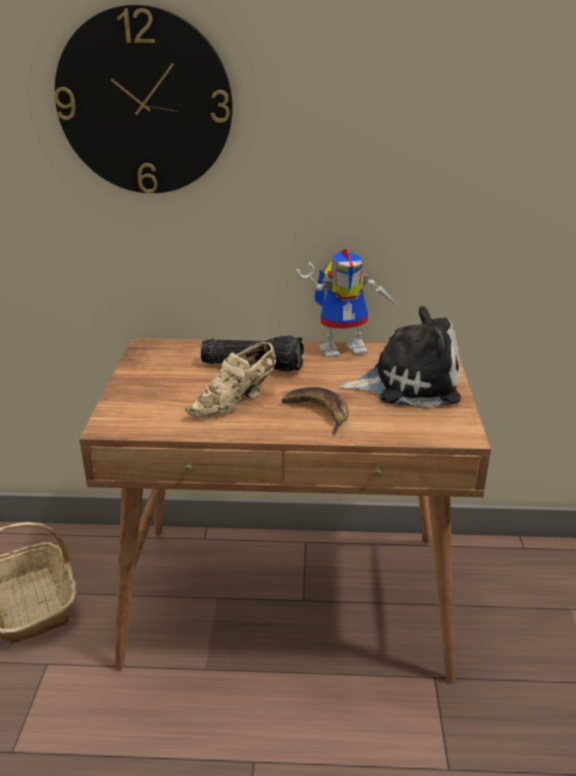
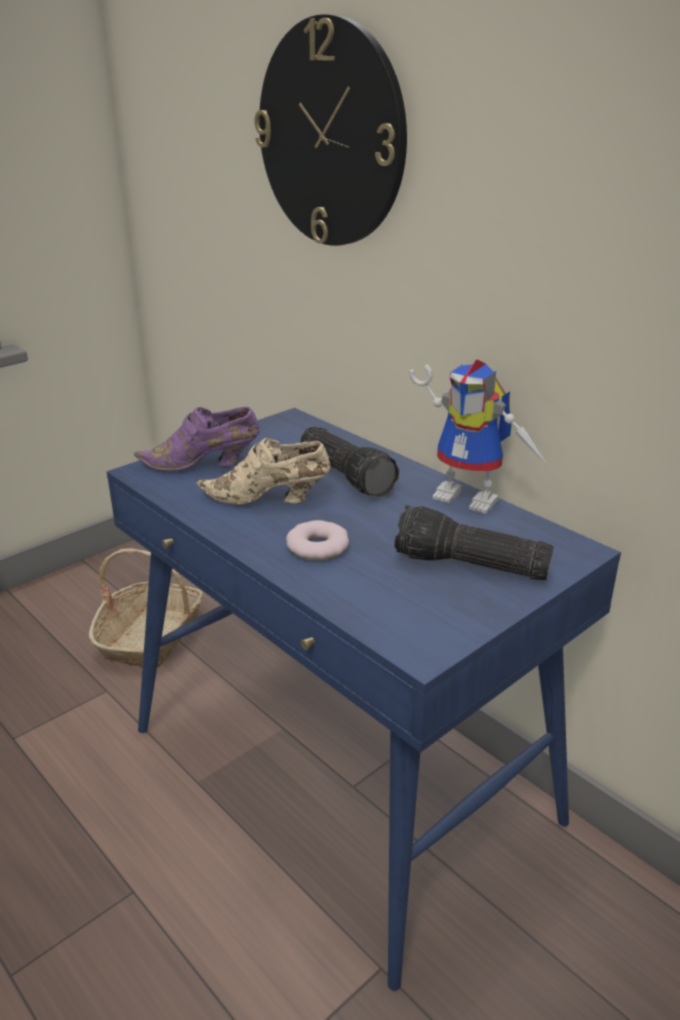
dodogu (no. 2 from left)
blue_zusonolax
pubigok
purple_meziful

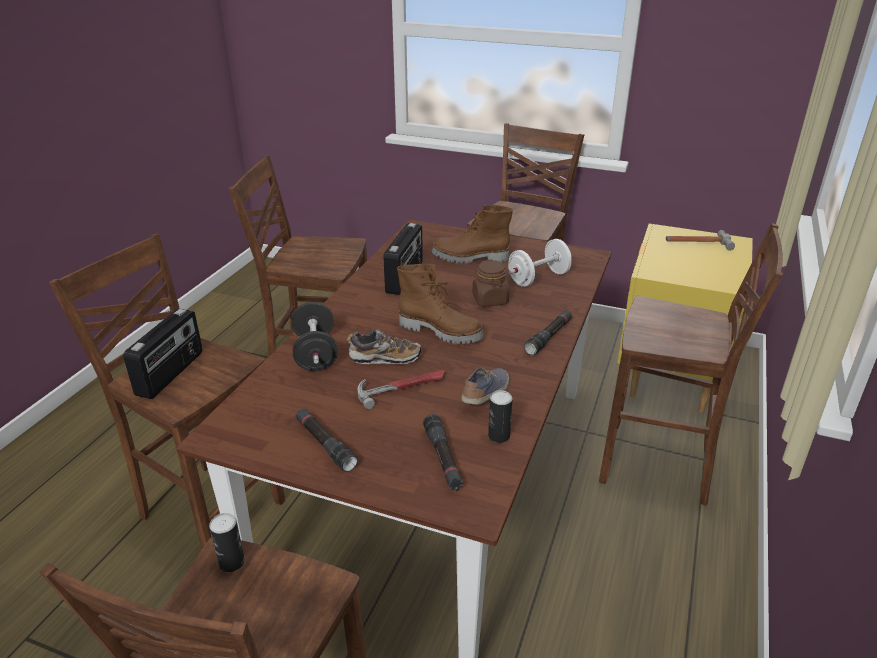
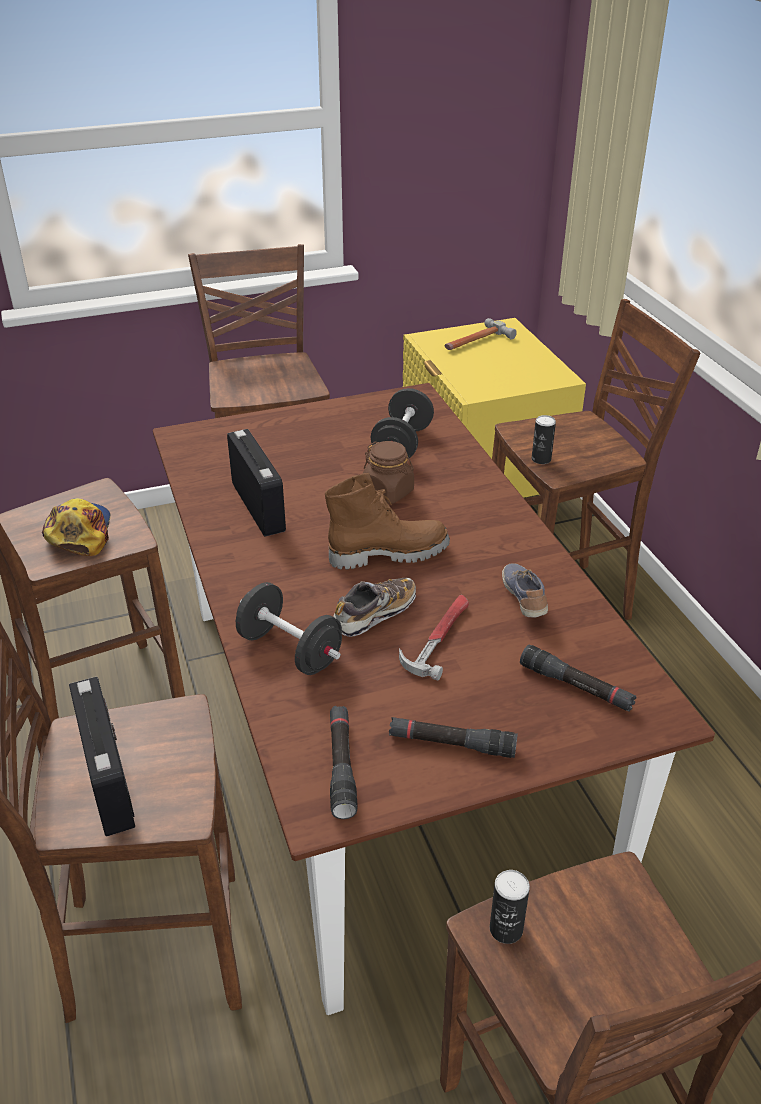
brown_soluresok (no. 2 from left in the first image)
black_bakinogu (no. 2 from left)
black_dodogu (no. 1 from left)
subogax (no. 2 from left)
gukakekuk

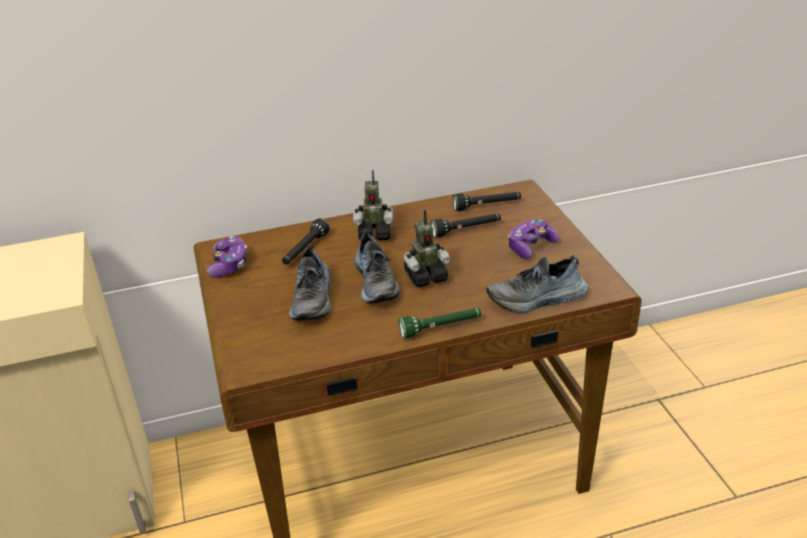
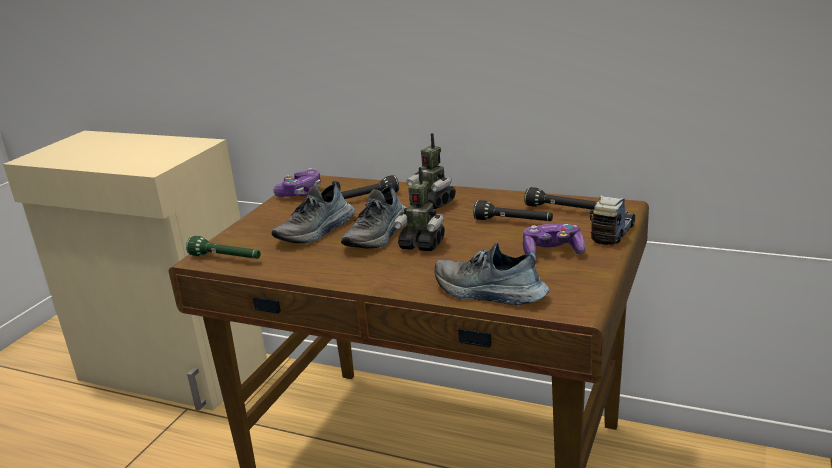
green_dodogu
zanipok

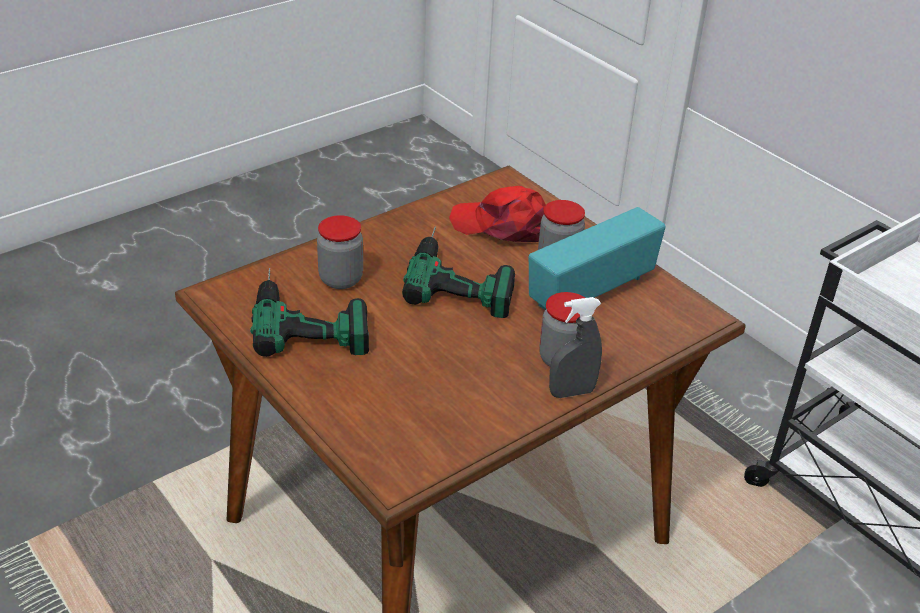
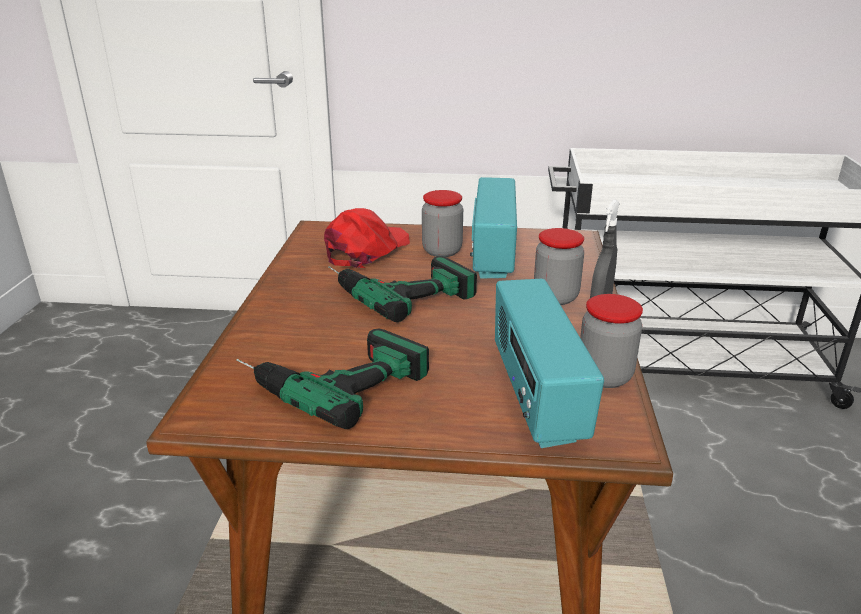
red_gukakekuk
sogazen (no. 3 from left)
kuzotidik (no. 2 from left)

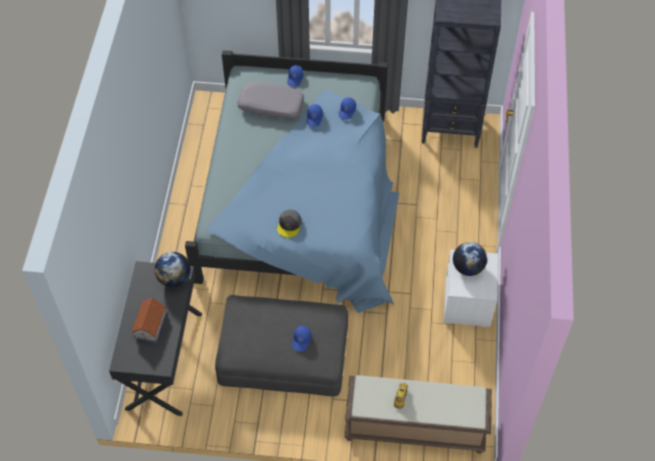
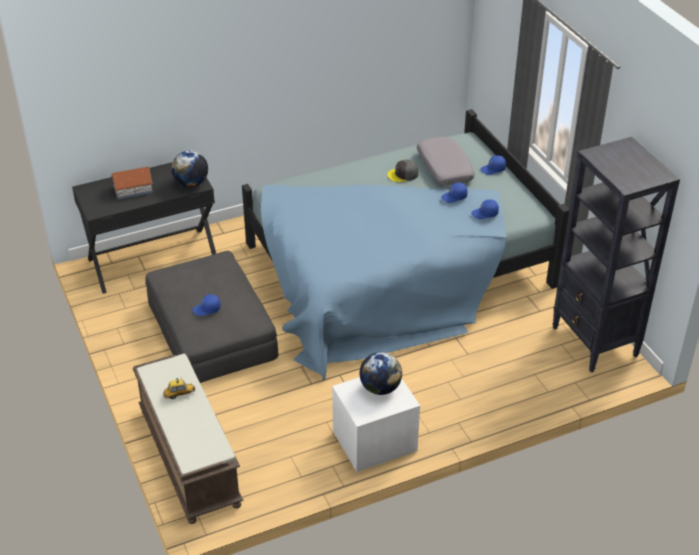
grey_gukakekuk

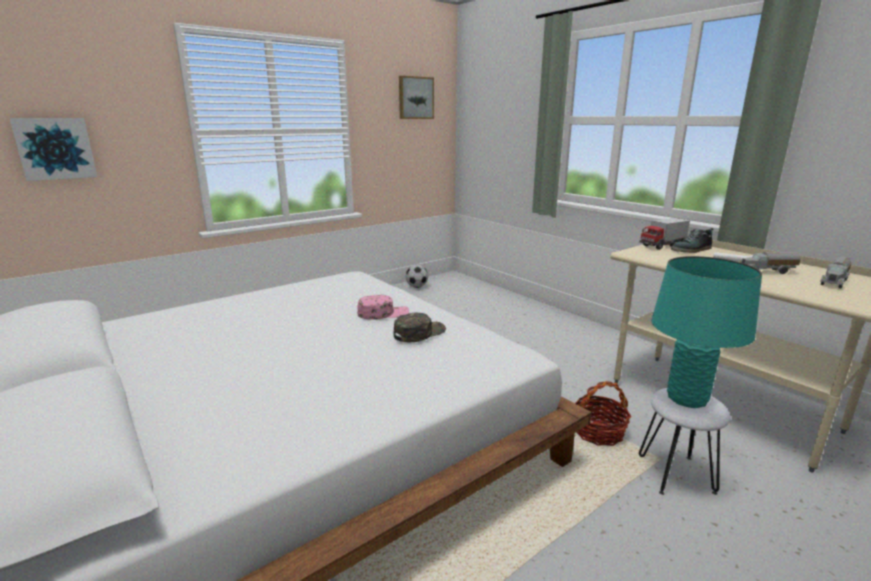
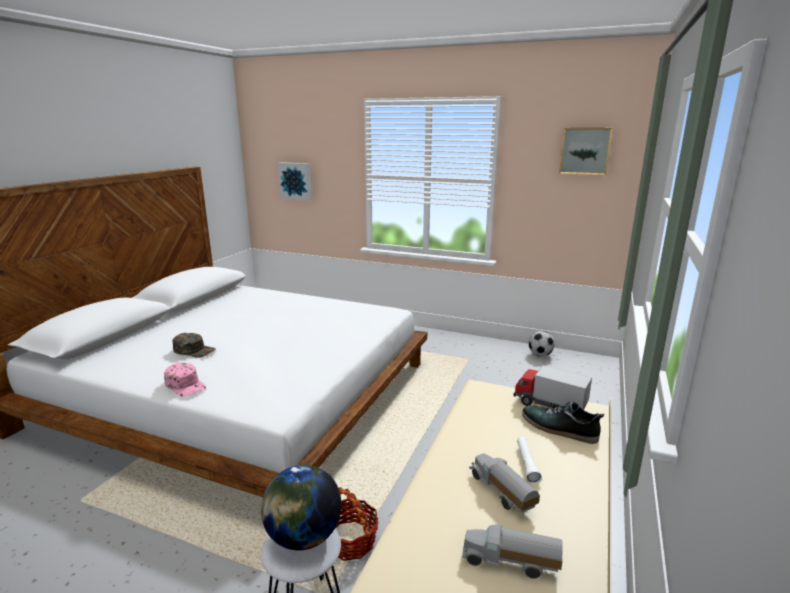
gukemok
pink_gukakekuk
green_gukakekuk

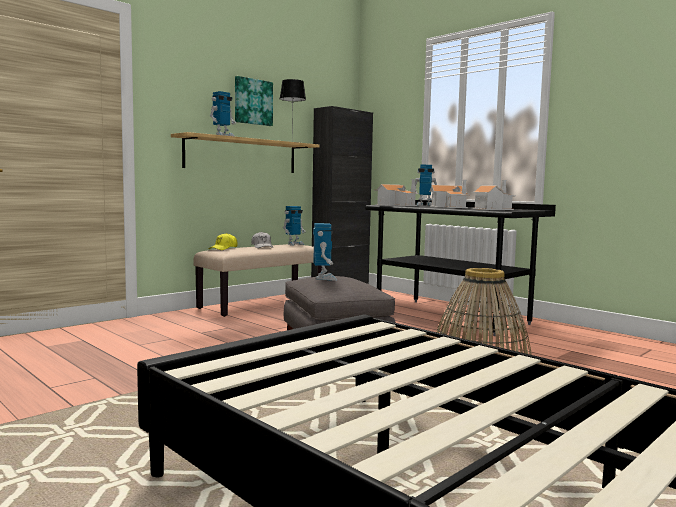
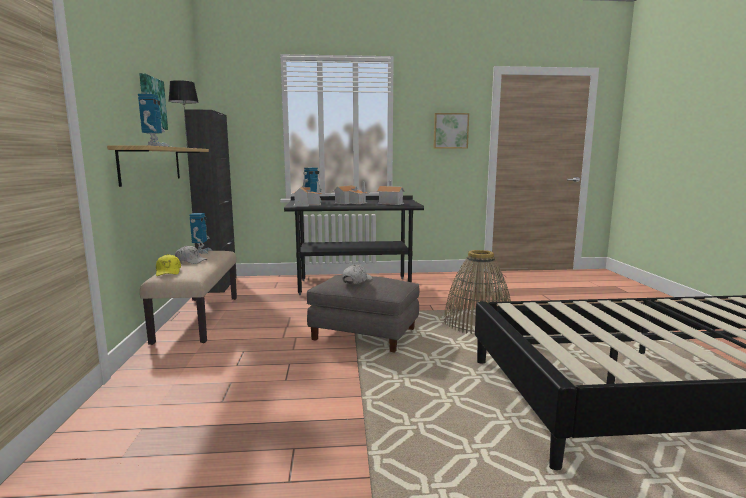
white_gukakekuk (no. 2 from left)
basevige (no. 2 from left)

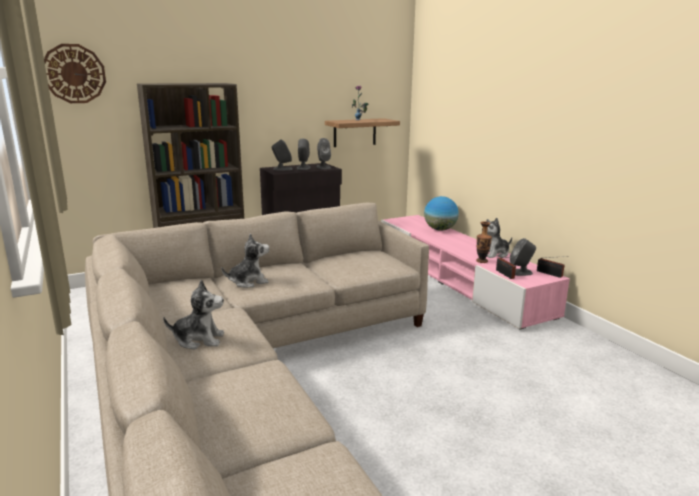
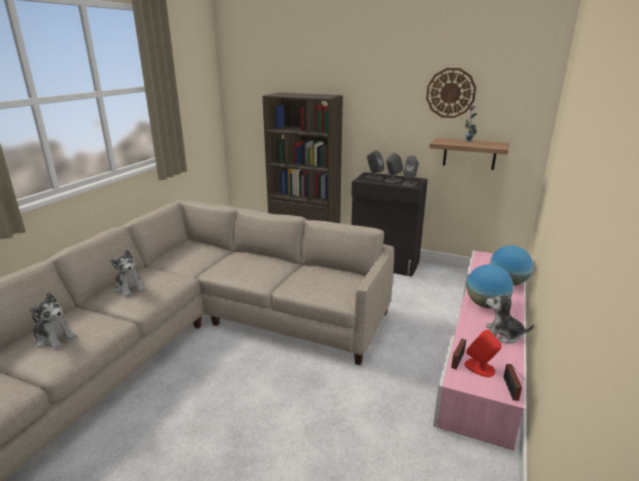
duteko
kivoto (no. 2 from left in the first image)
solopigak (no. 1 from left)
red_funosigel
gukemok (no. 1 from left)

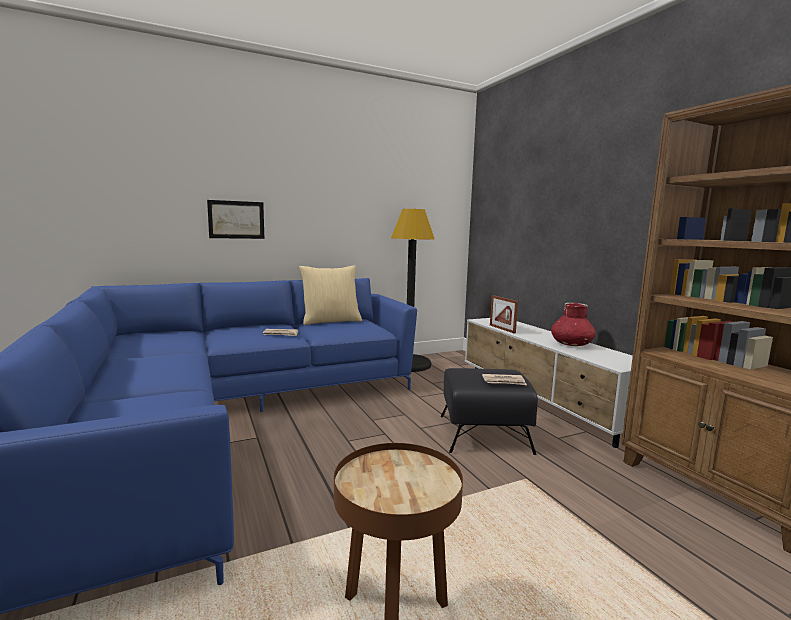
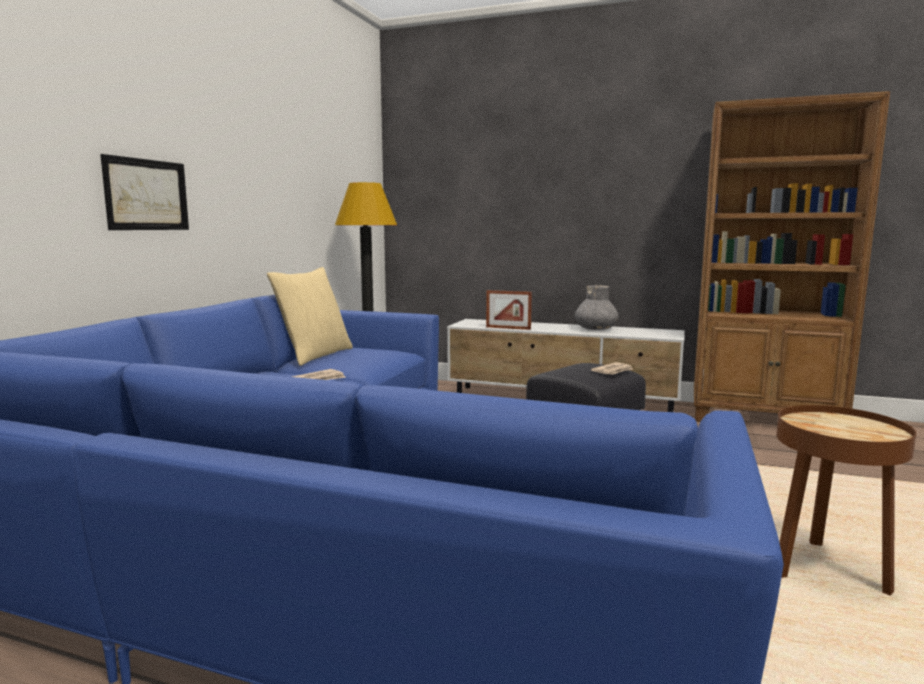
grey_kivoto

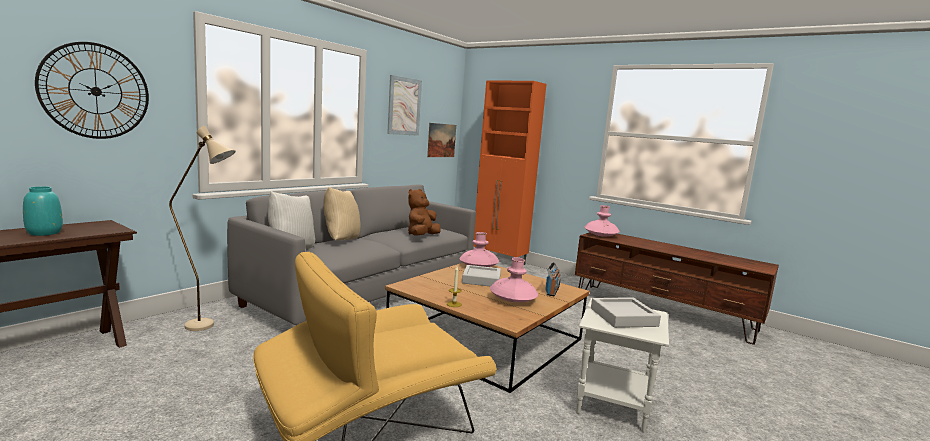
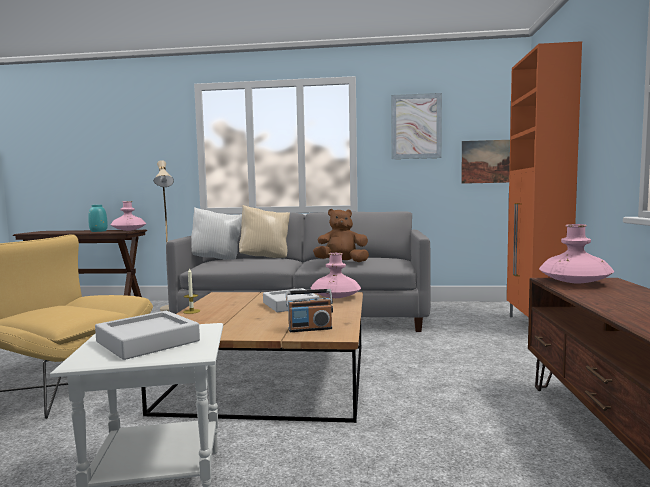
duteko
pink_kivoto (no. 1 from left)

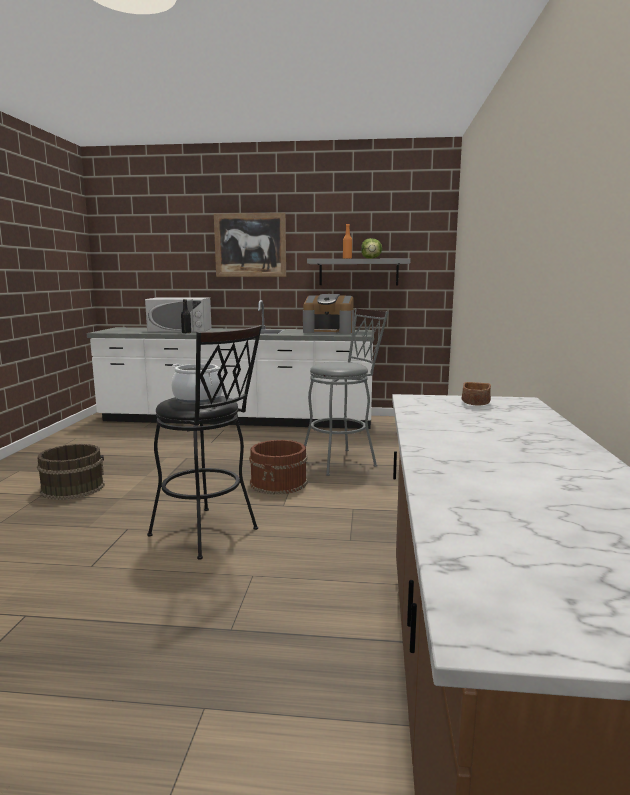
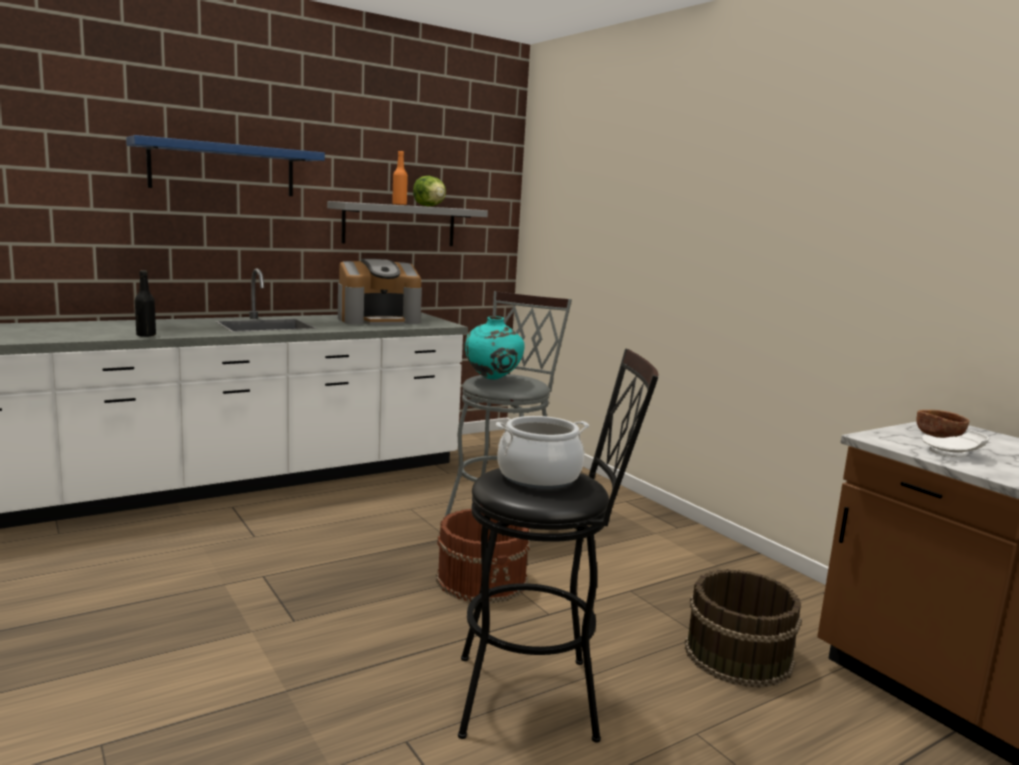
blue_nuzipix
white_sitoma
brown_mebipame (no. 2 from left)
turquoise_kivoto
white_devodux

